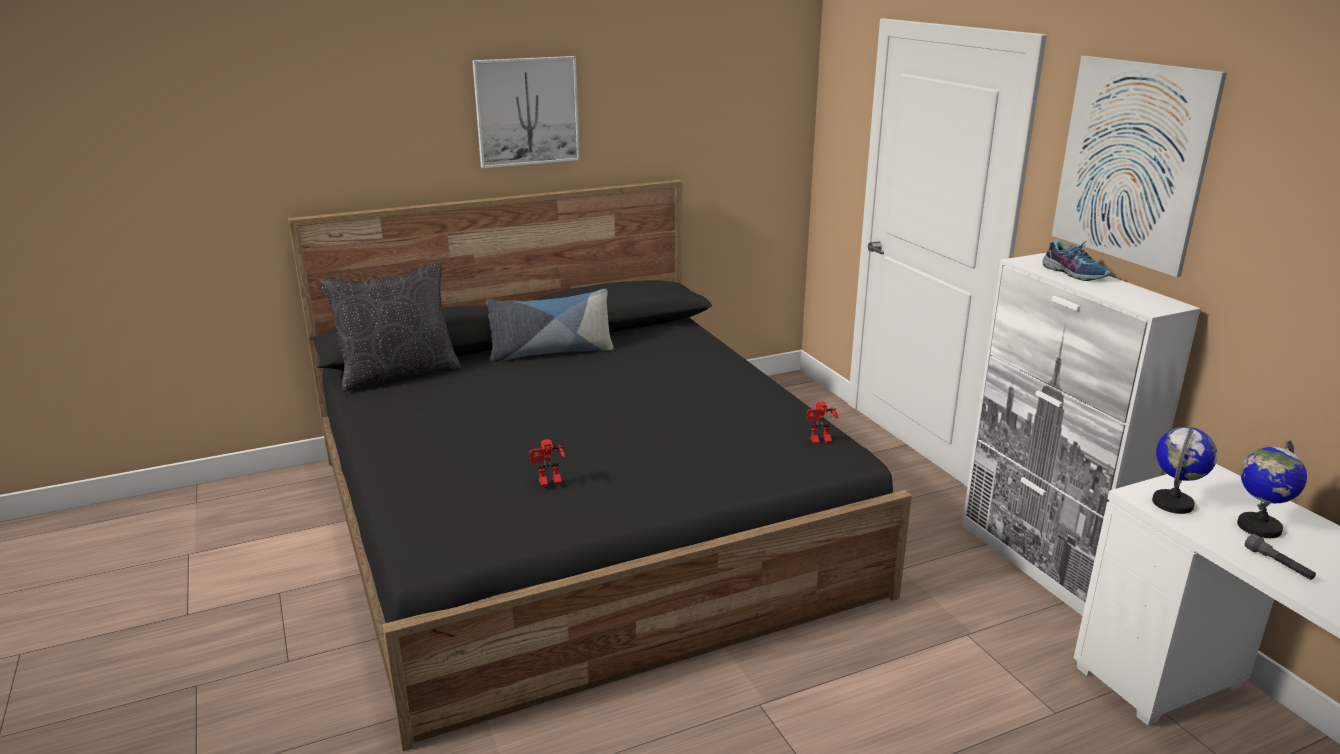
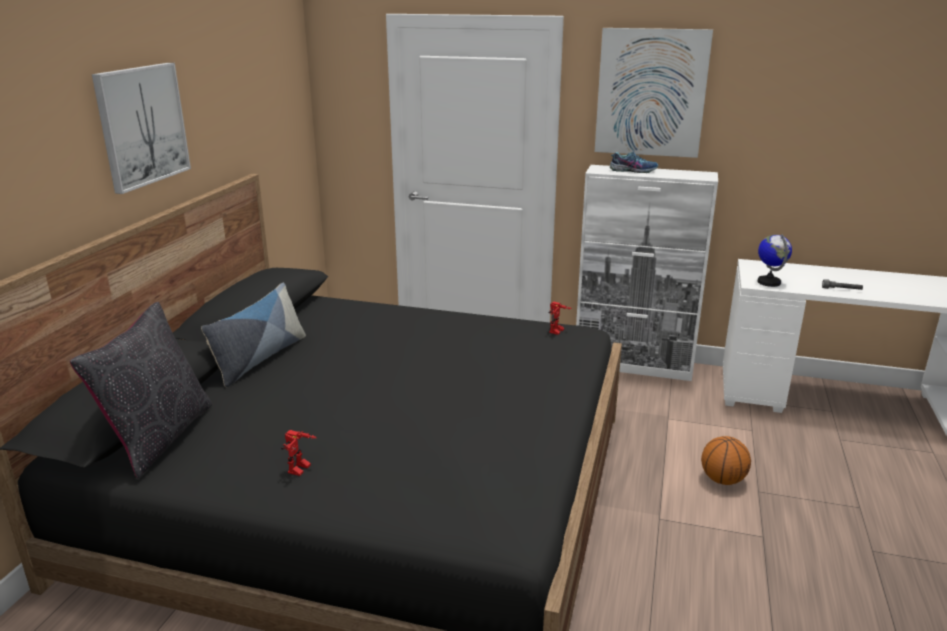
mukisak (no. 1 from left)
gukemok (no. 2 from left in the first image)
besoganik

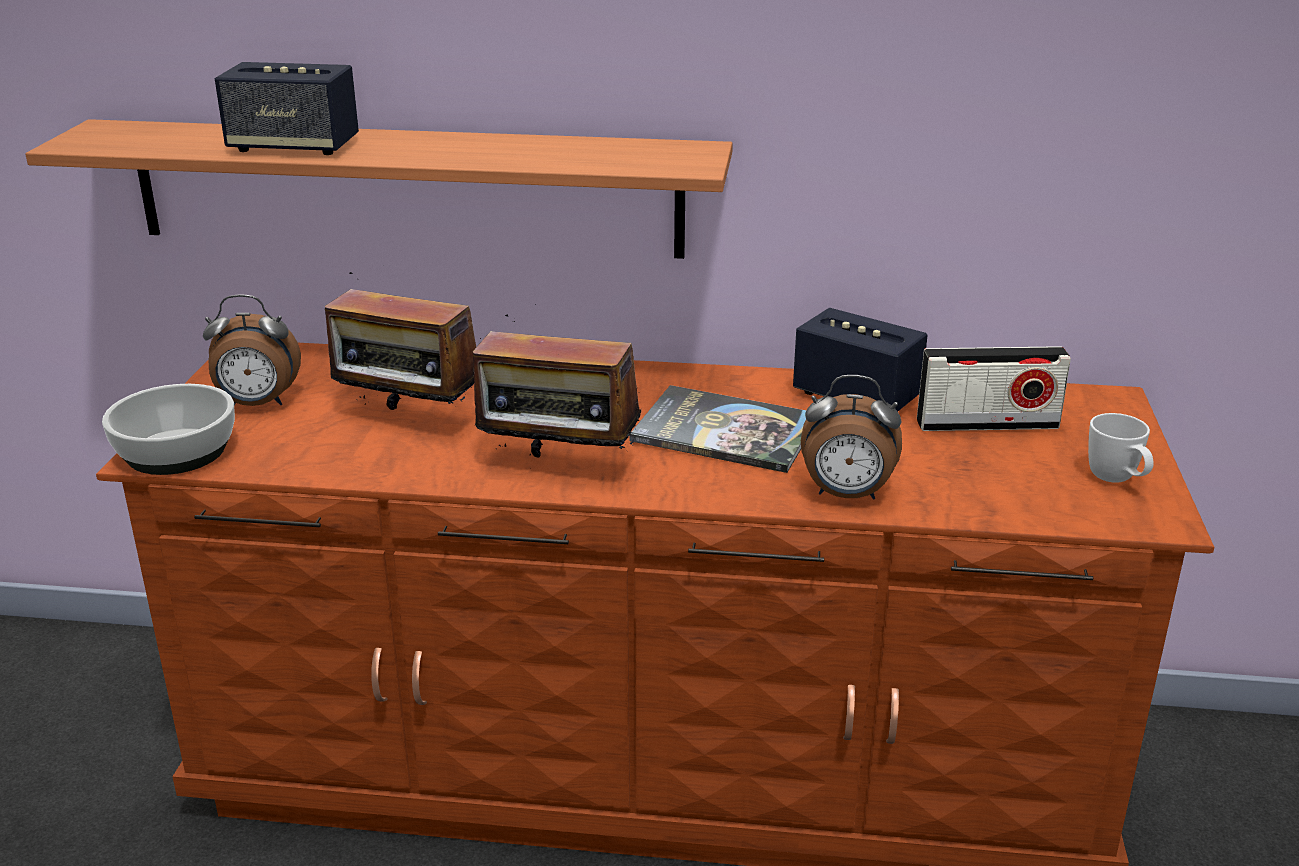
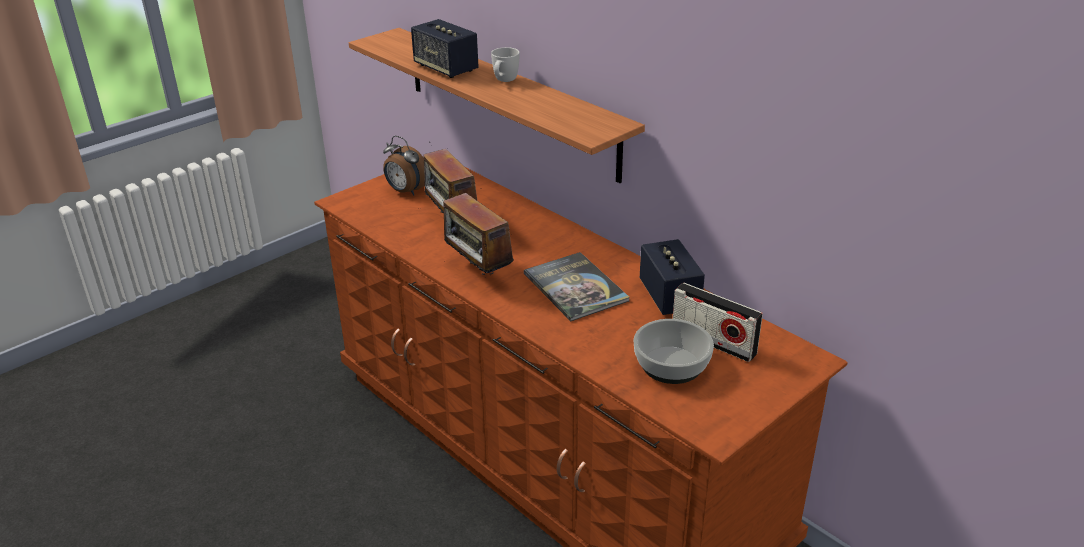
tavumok (no. 2 from left in the first image)
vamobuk
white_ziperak

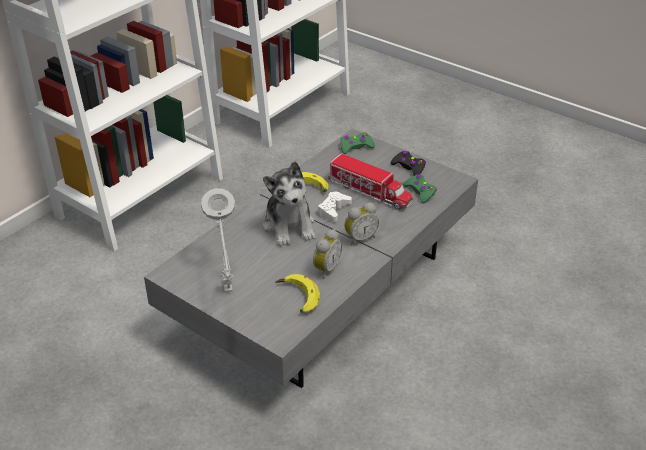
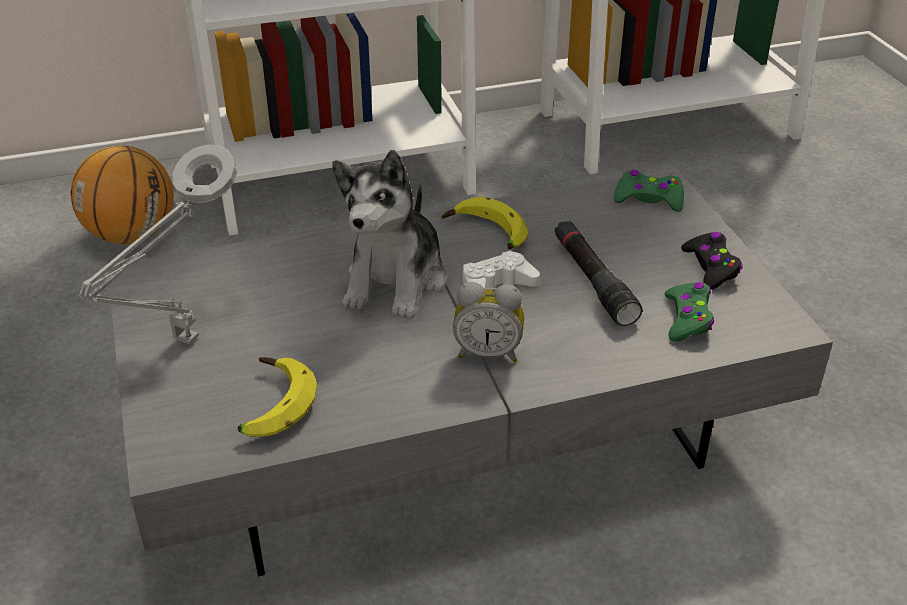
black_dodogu
tavumok (no. 1 from left in the first image)
besoganik

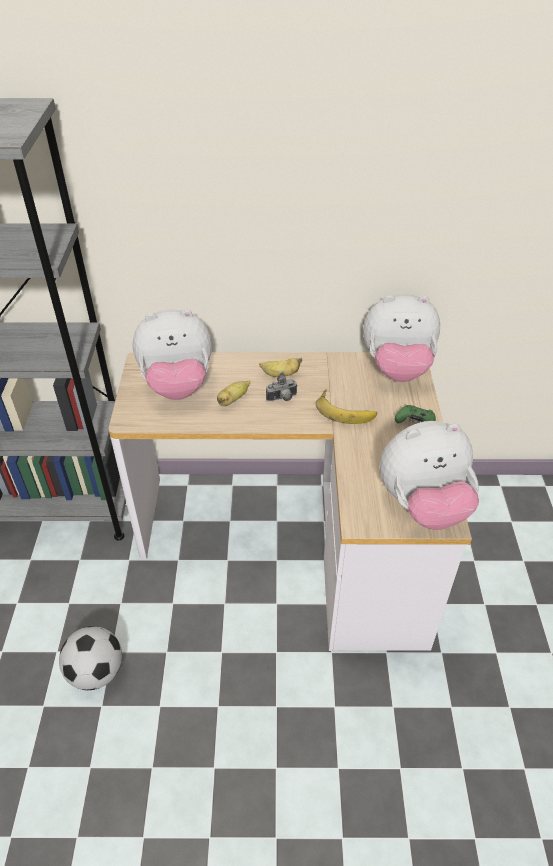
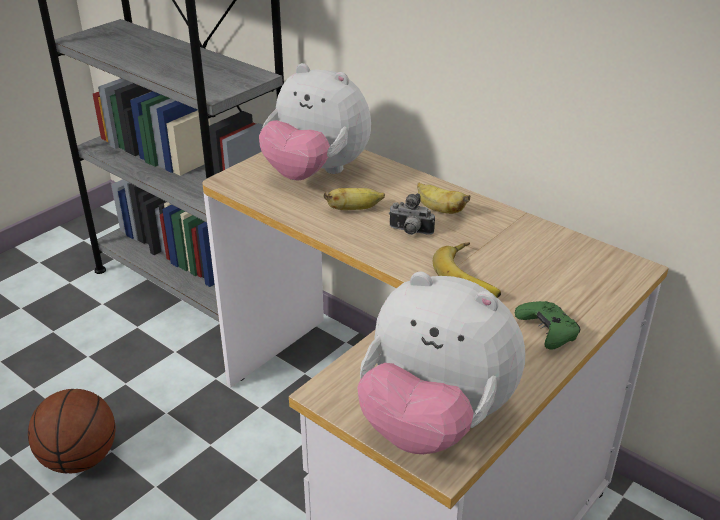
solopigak (no. 2 from left in the first image)
besoganik

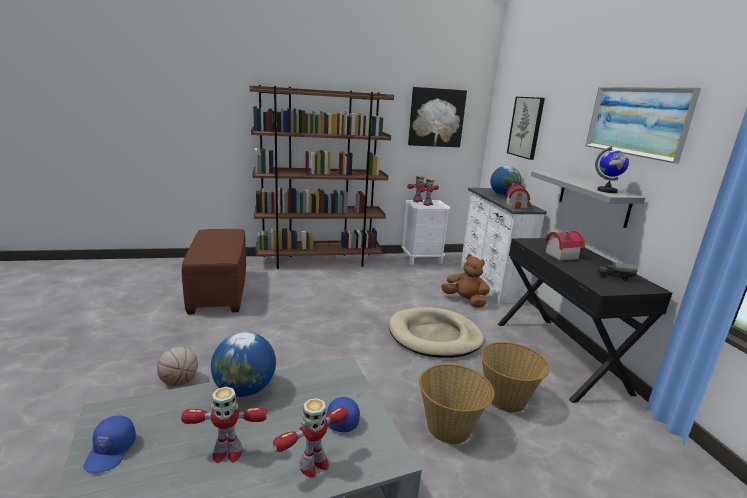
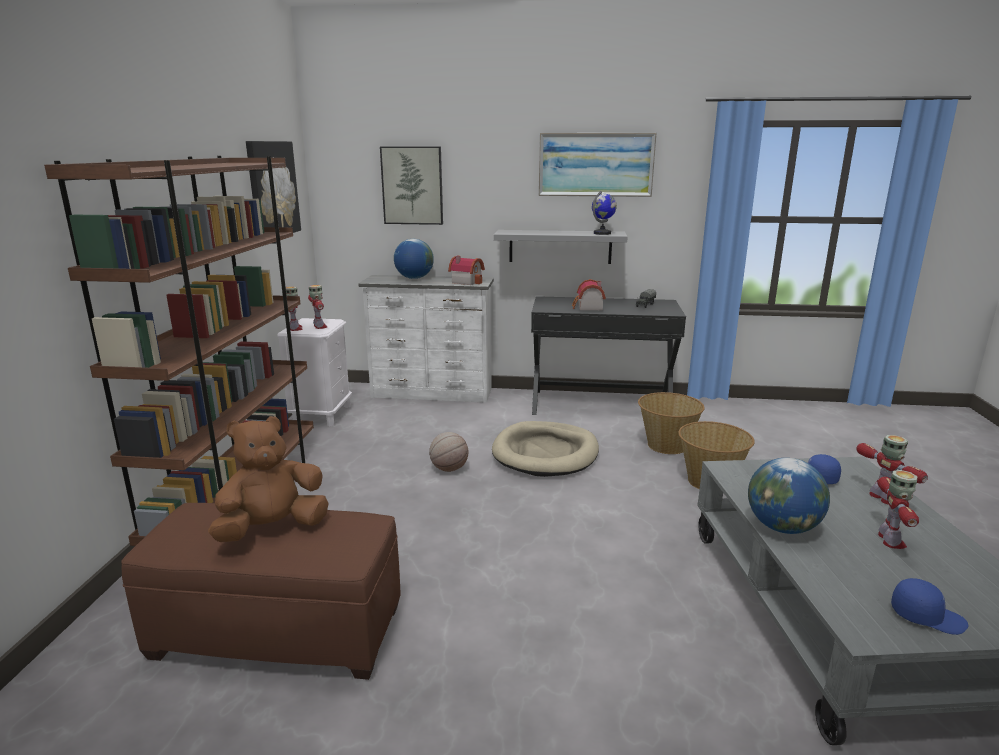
brown_solopigak
besoganik

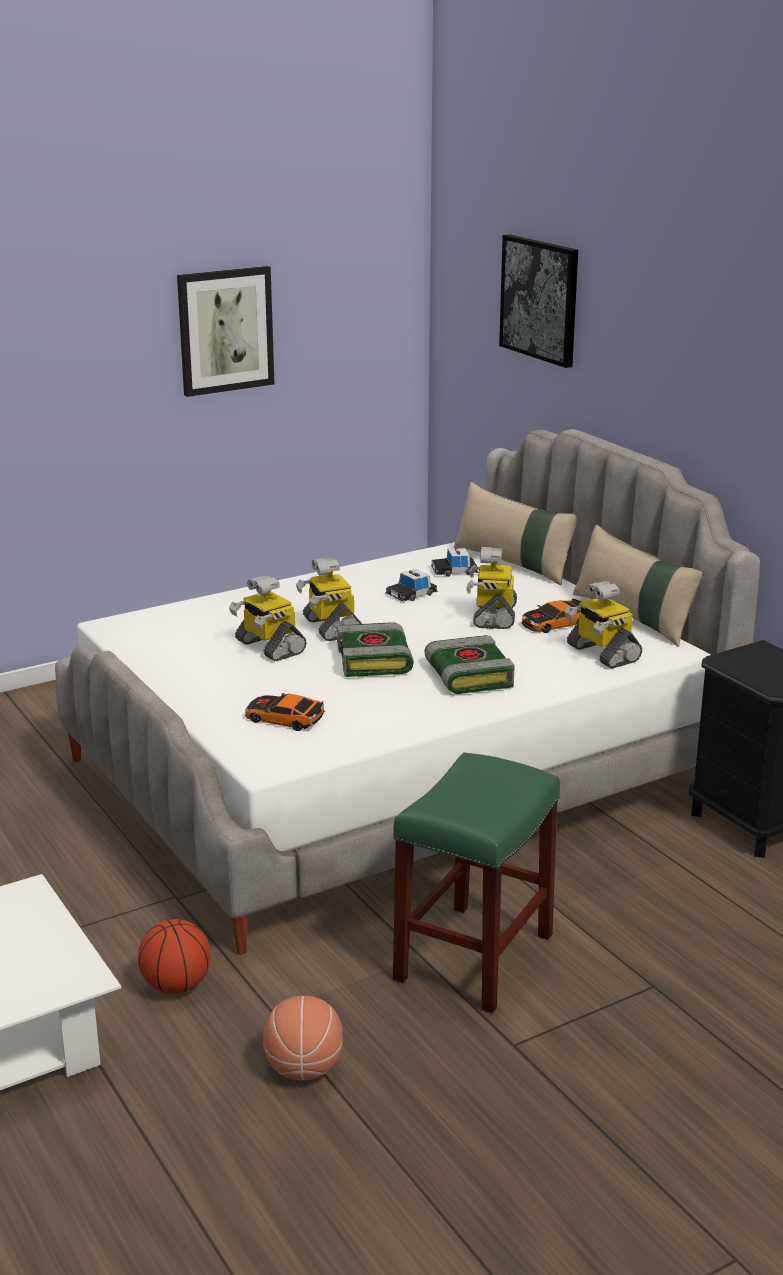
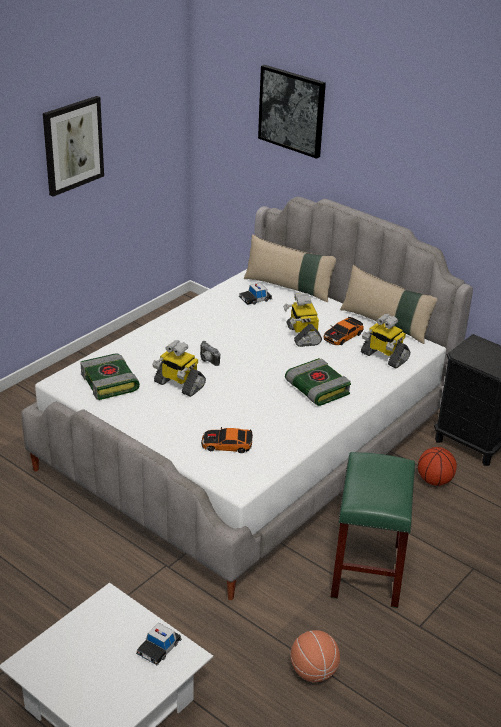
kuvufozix
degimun (no. 1 from left)
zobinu (no. 1 from left)
besoganik (no. 2 from left)

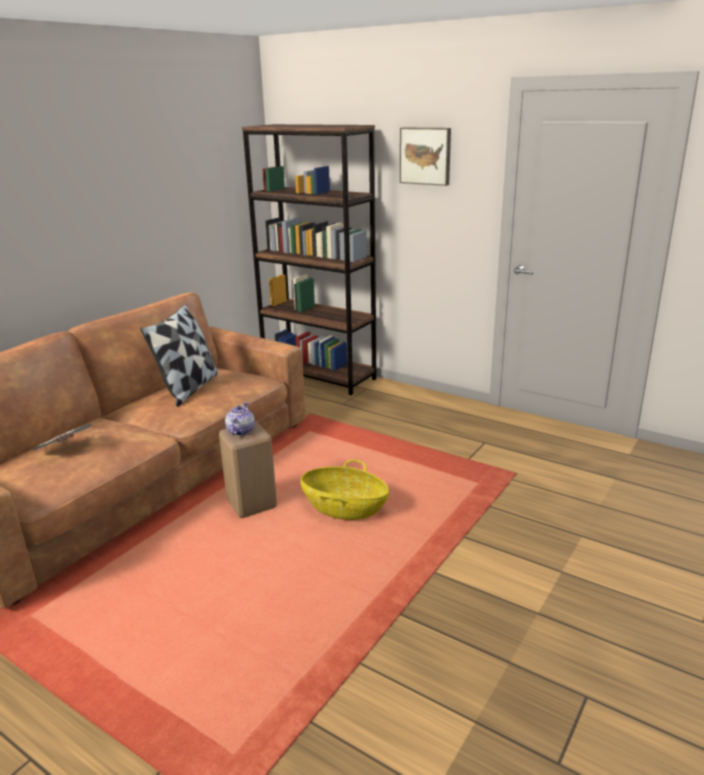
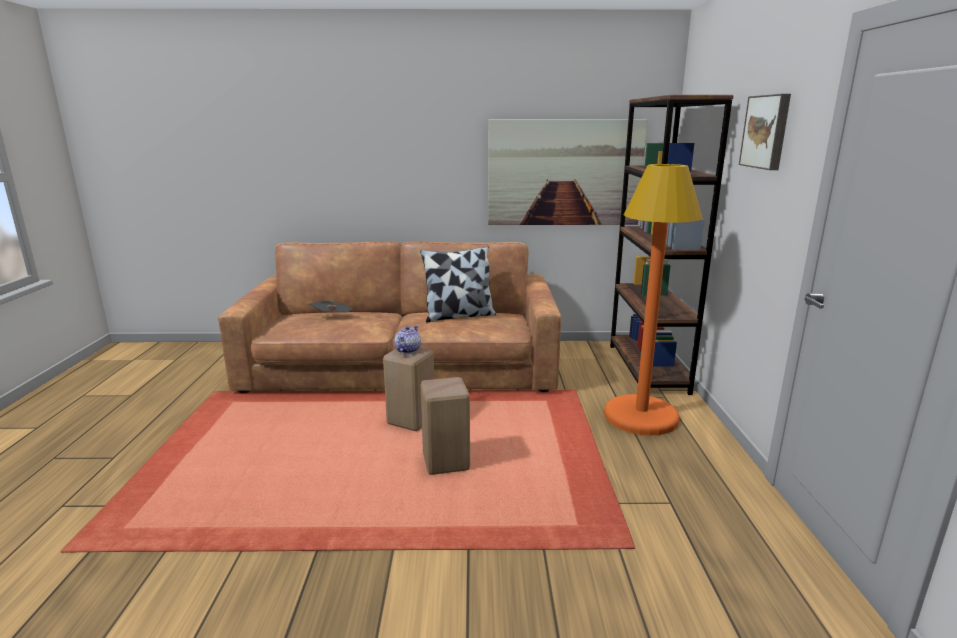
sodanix
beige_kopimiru (no. 2 from left)
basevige (no. 1 from left)
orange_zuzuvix

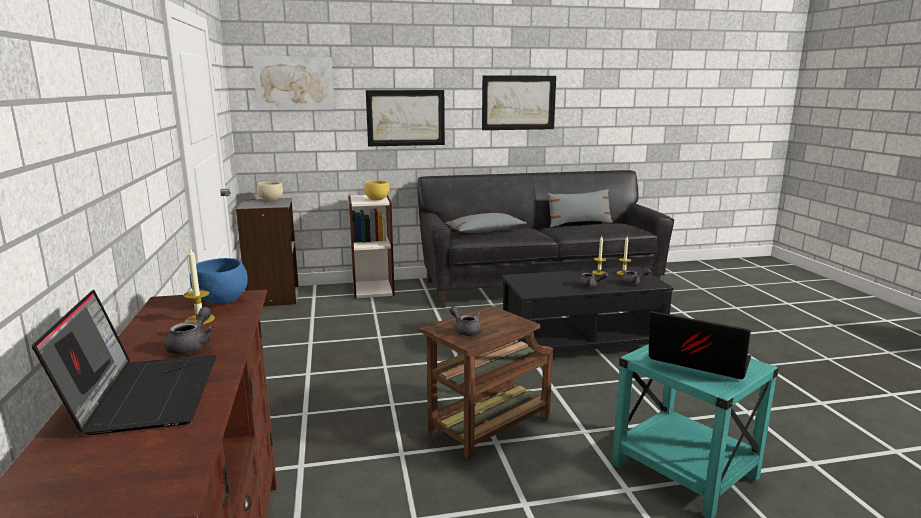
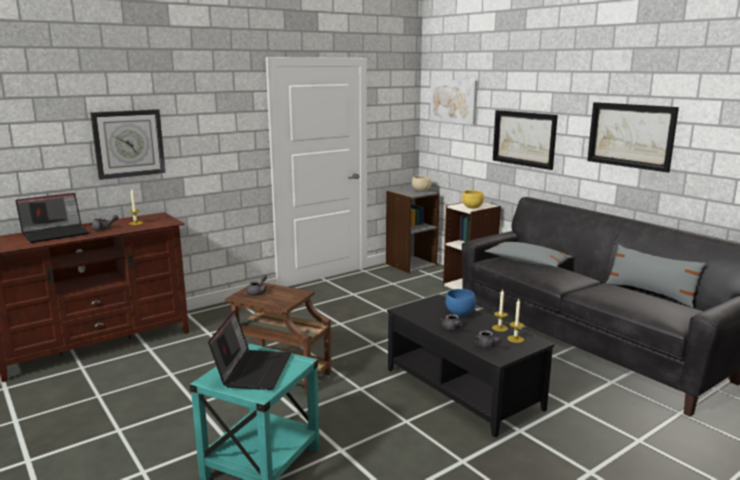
blue_vamobuk
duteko

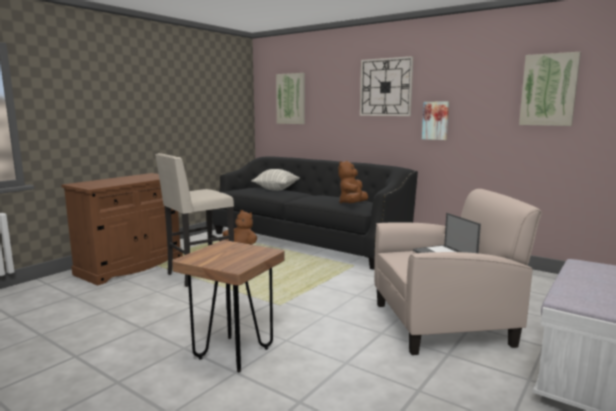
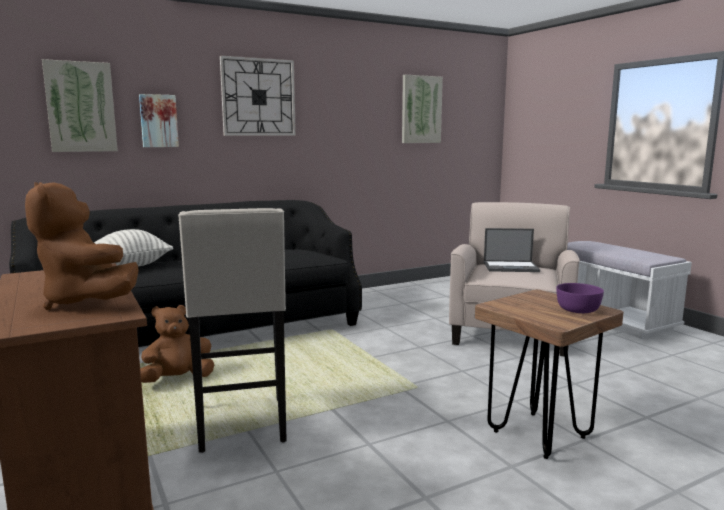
basevige (no. 2 from left)
brown_solopigak (no. 1 from left)
purple_vamobuk

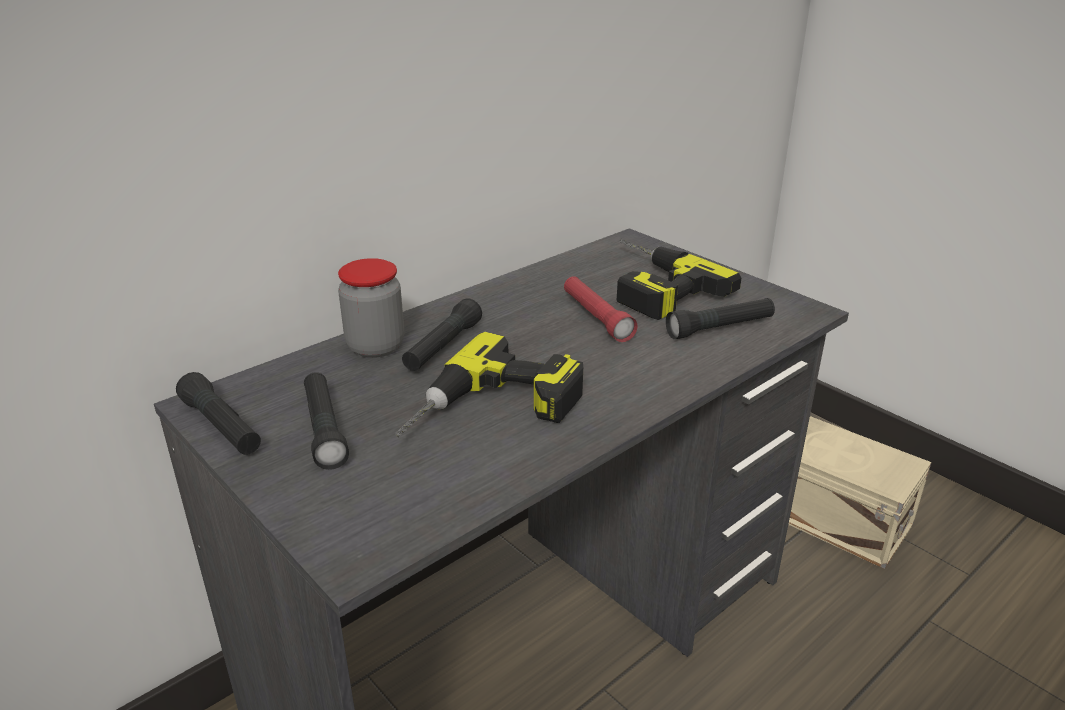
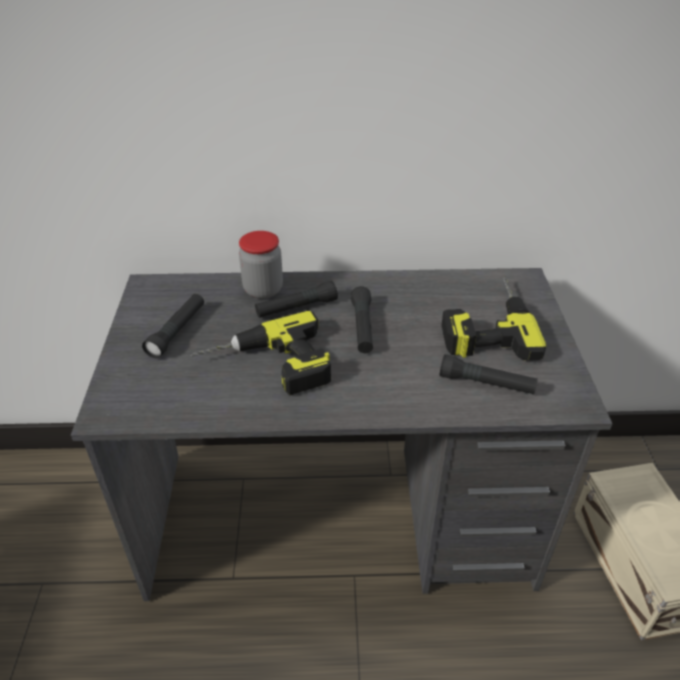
red_dodogu
black_dodogu (no. 3 from left)

